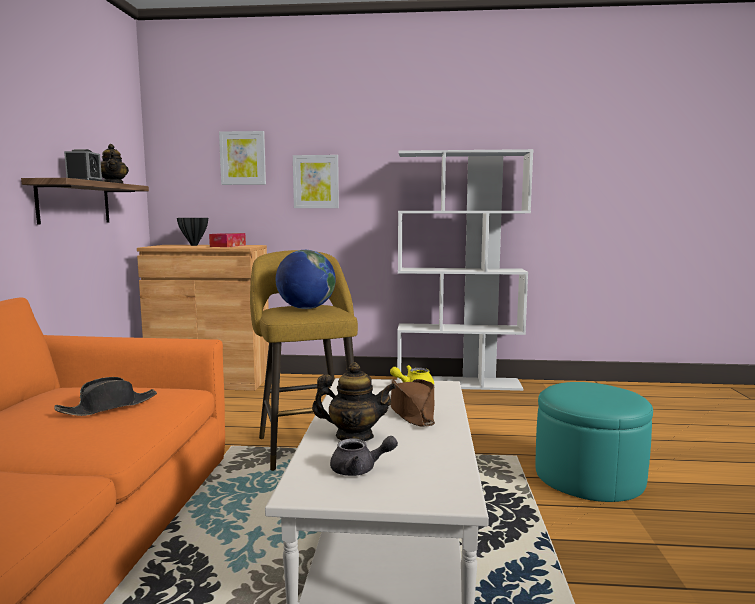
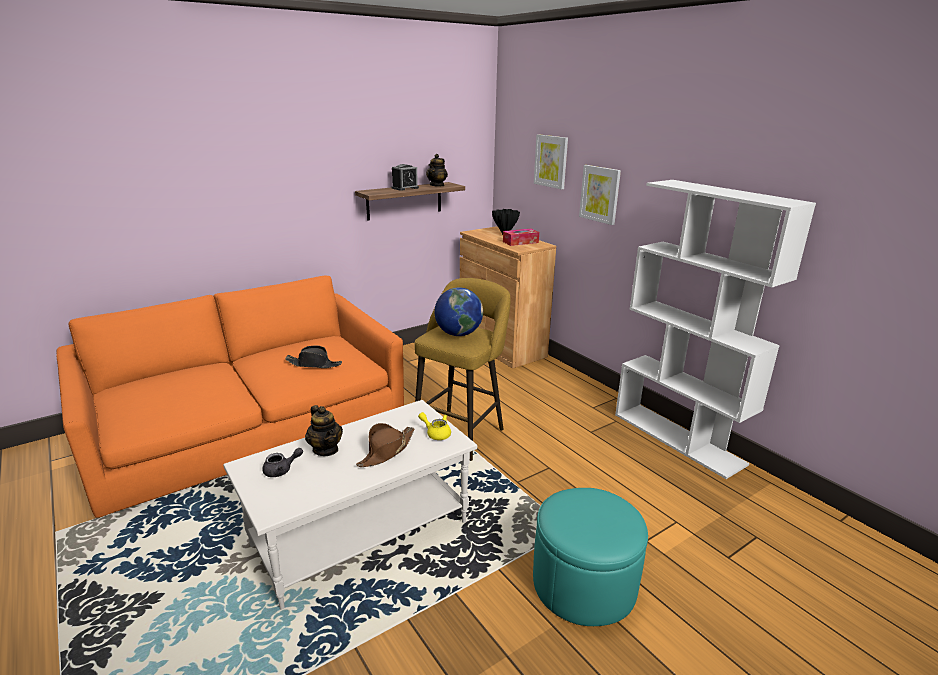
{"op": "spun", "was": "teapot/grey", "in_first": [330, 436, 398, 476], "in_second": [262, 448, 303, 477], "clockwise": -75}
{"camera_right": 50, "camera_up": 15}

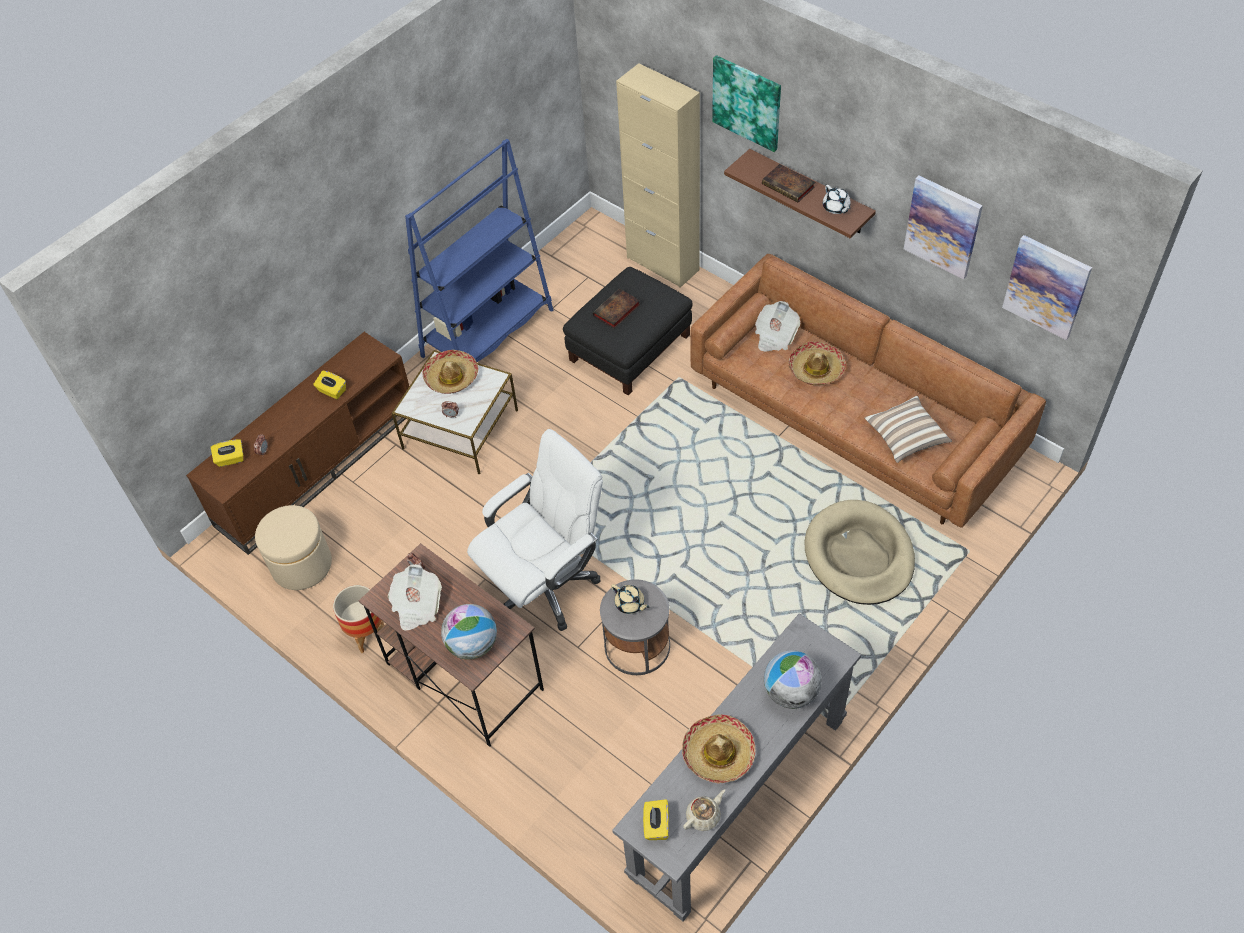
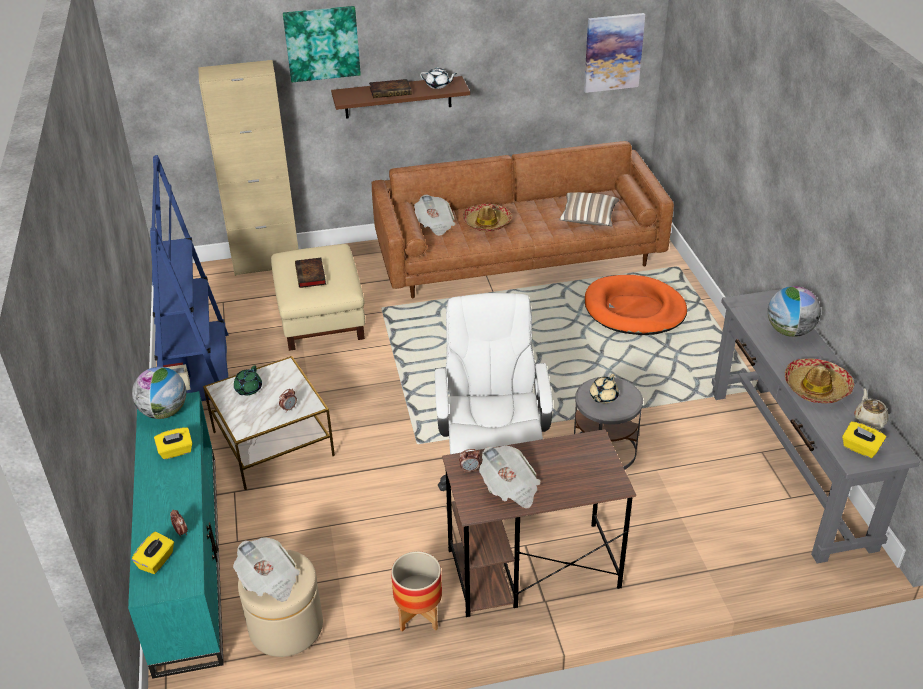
{"op": "missing", "was": "picture", "in_first": [904, 176, 983, 279]}
{"op": "appeared", "now": "newspaper", "in_second": [233, 538, 300, 602]}
{"op": "relocated", "was": "globe", "in_first": [441, 604, 497, 660], "in_second": [132, 367, 186, 419]}
{"op": "exchanged", "was": "hat", "now": "teapot/green", "in_first": [423, 350, 478, 394], "in_second": [234, 366, 262, 395]}
{"op": "colour", "was": "tv stand/brown", "now": "tv stand/turquoise", "in_first": [186, 332, 409, 555], "in_second": [128, 391, 224, 679]}
{"op": "colour", "was": "ottoman/black", "now": "ottoman/beige", "in_first": [563, 267, 692, 395], "in_second": [271, 244, 365, 351]}
{"op": "colour", "was": "dog bed/beige", "now": "dog bed/orange", "in_first": [804, 500, 915, 605], "in_second": [585, 275, 687, 335]}
{"op": "spun", "was": "teapot/beige", "in_first": [611, 584, 650, 614], "in_second": [590, 374, 619, 404], "clockwise": 135}
{"camera_right": -55, "camera_up": -15}

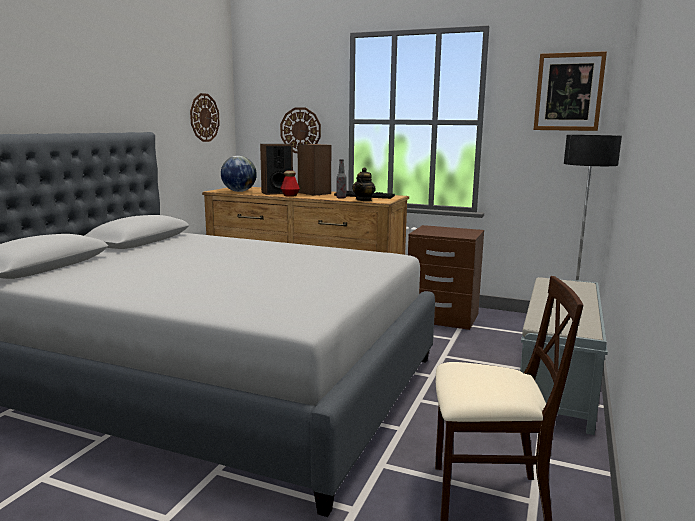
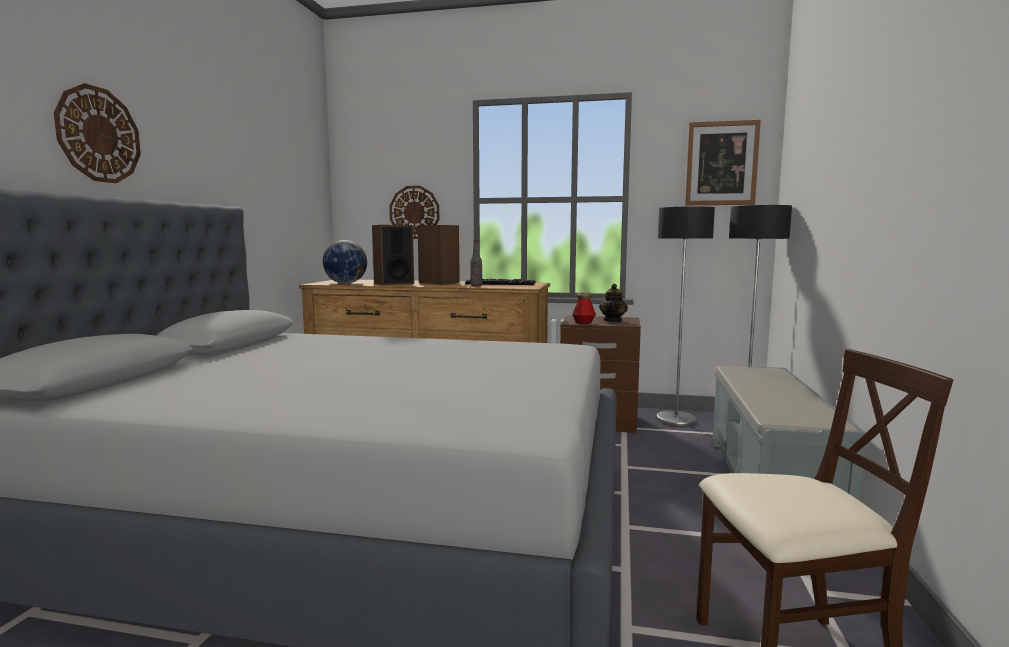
{"op": "appeared", "now": "floor lamp", "in_second": [656, 206, 715, 426]}
{"op": "relocated", "was": "wall clock", "in_first": [190, 93, 220, 142], "in_second": [54, 83, 141, 183]}
{"op": "relocated", "was": "bottle", "in_first": [280, 171, 300, 197], "in_second": [572, 292, 596, 324]}
{"op": "relocated", "was": "teapot", "in_first": [352, 167, 376, 201], "in_second": [599, 284, 628, 322]}
{"camera_right": -10, "camera_up": -5}

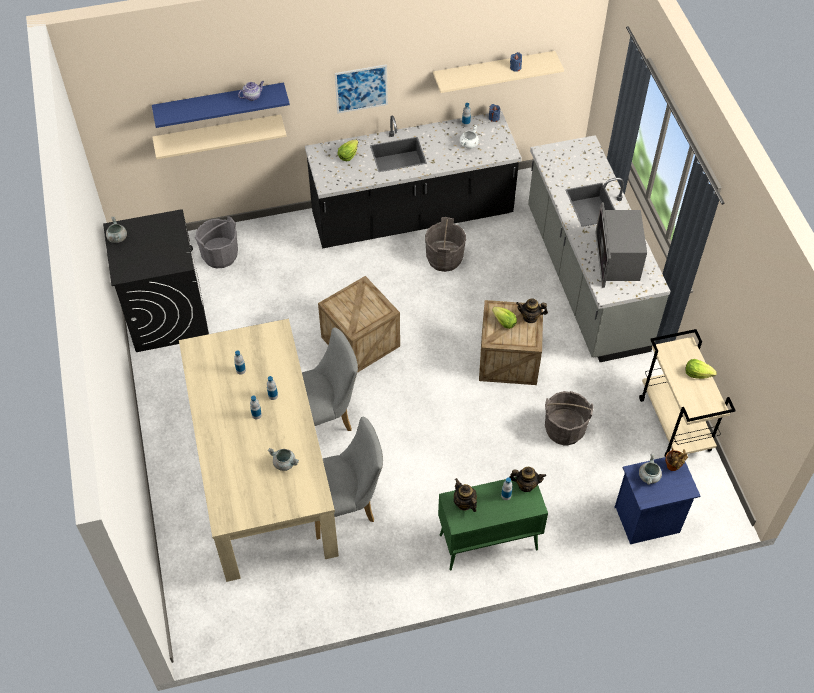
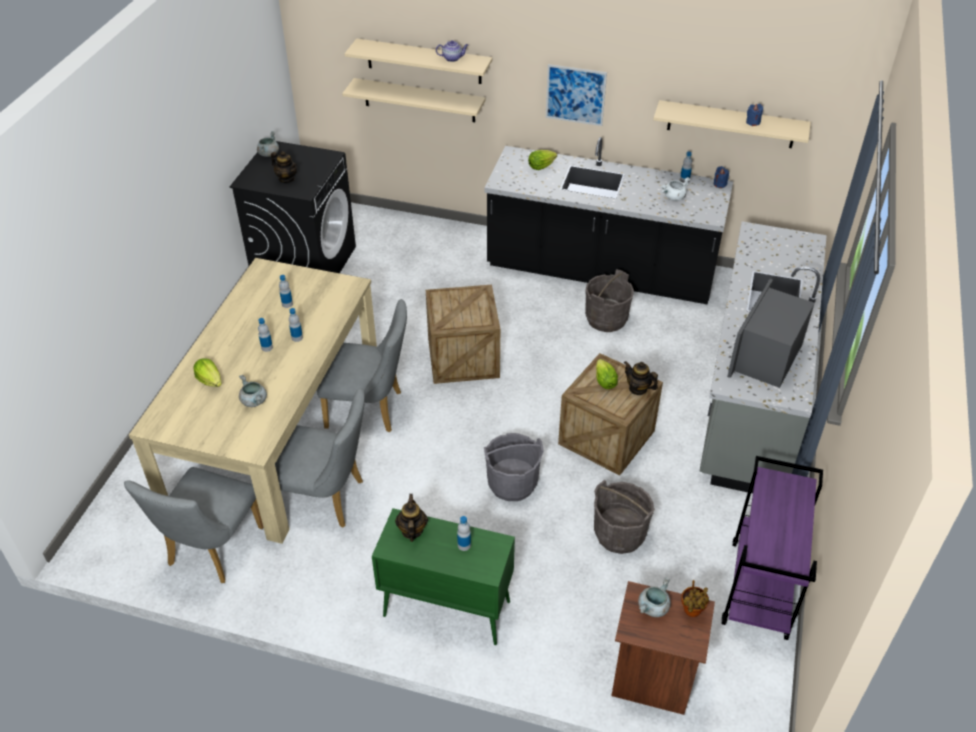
{"op": "appeared", "now": "chair/grey", "in_second": [124, 467, 263, 583]}
{"op": "relocated", "was": "bucket/grey", "in_first": [195, 216, 238, 268], "in_second": [484, 433, 544, 501]}
{"op": "relocated", "was": "teapot", "in_first": [509, 467, 546, 492], "in_second": [271, 151, 297, 183]}
{"op": "relocated", "was": "lettuce", "in_first": [685, 359, 717, 379], "in_second": [193, 358, 222, 387]}
{"op": "colour", "was": "shelf/blue", "now": "shelf/beige", "in_first": [152, 83, 290, 128], "in_second": [344, 38, 492, 84]}
{"op": "colour", "was": "nightstand/blue", "now": "nightstand/brown", "in_first": [614, 457, 700, 544], "in_second": [611, 581, 715, 715]}
{"op": "colour", "was": "cart/beige", "now": "cart/purple", "in_first": [639, 329, 736, 457], "in_second": [722, 456, 823, 640]}
{"camera_right": 30, "camera_up": -10}

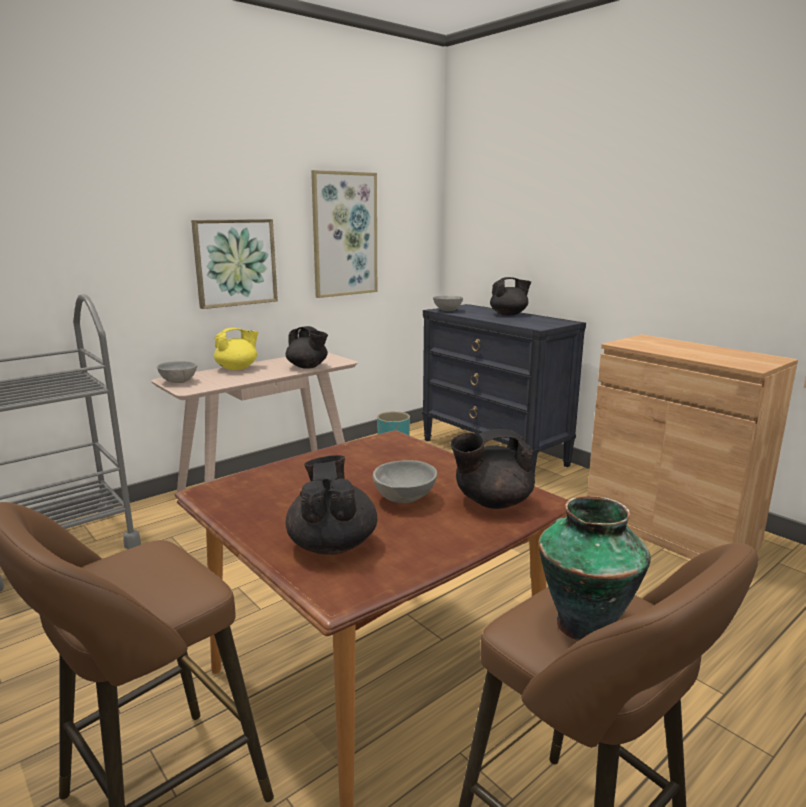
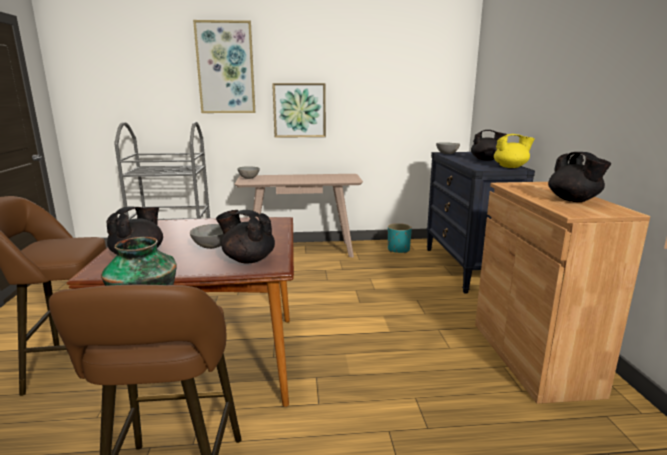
{"op": "relocated", "was": "teapot/yellow", "in_first": [214, 328, 258, 370], "in_second": [494, 134, 535, 168]}
{"op": "relocated", "was": "teapot/black", "in_first": [286, 326, 328, 369], "in_second": [548, 152, 612, 202]}
{"op": "relocated", "was": "picture", "in_first": [311, 170, 377, 298], "in_second": [193, 20, 255, 113]}
{"camera_right": 35, "camera_up": 0}

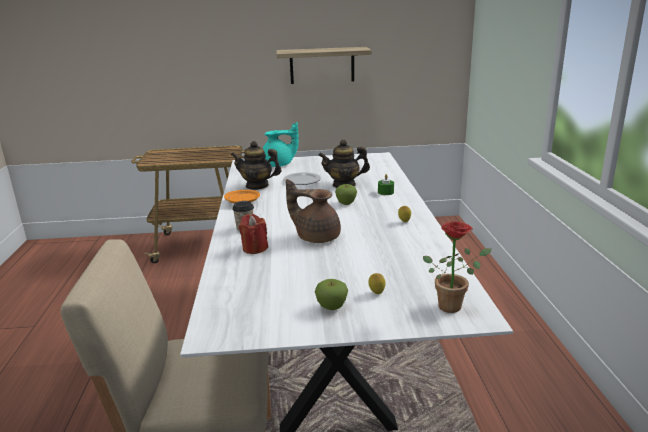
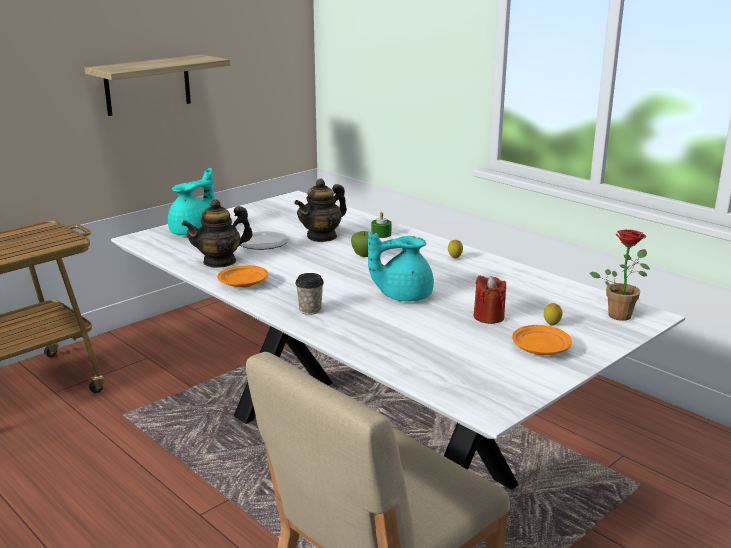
{"op": "relocated", "was": "candle/red", "in_first": [239, 214, 268, 254], "in_second": [473, 275, 506, 324]}
{"op": "exchanged", "was": "apple", "now": "plate/orange", "in_first": [315, 279, 348, 310], "in_second": [512, 325, 572, 355]}
{"op": "colour", "was": "teapot/brown", "now": "teapot/turquoise", "in_first": [286, 179, 341, 243], "in_second": [368, 232, 434, 301]}
{"camera_right": -40, "camera_up": 0}

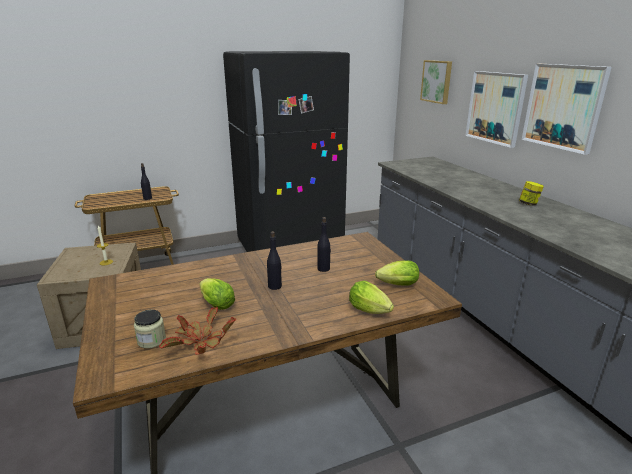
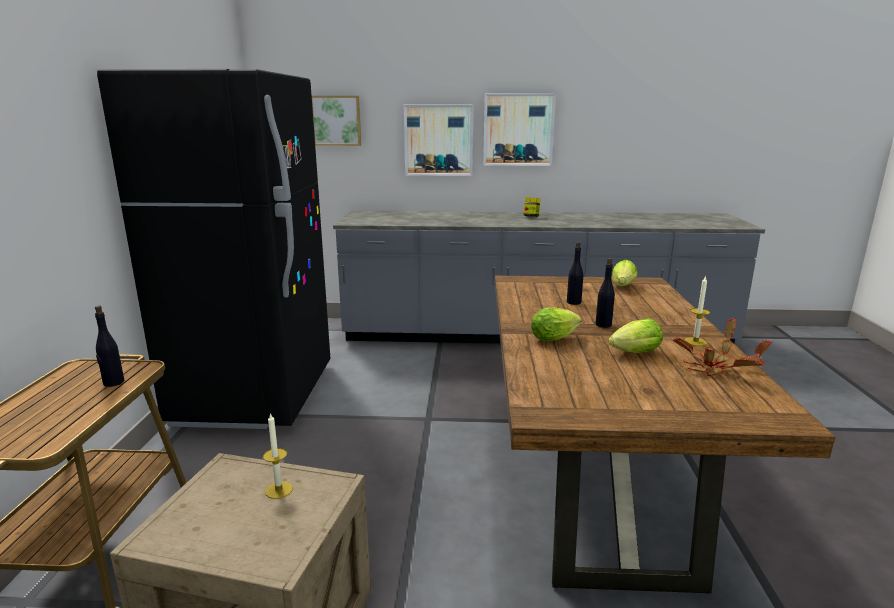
{"op": "missing", "was": "jar", "in_first": [134, 310, 166, 349]}
{"op": "appeared", "now": "candle", "in_second": [684, 276, 710, 346]}
{"op": "relocated", "was": "lettuce", "in_first": [349, 281, 394, 314], "in_second": [531, 308, 581, 341]}
{"camera_right": -65, "camera_up": -5}

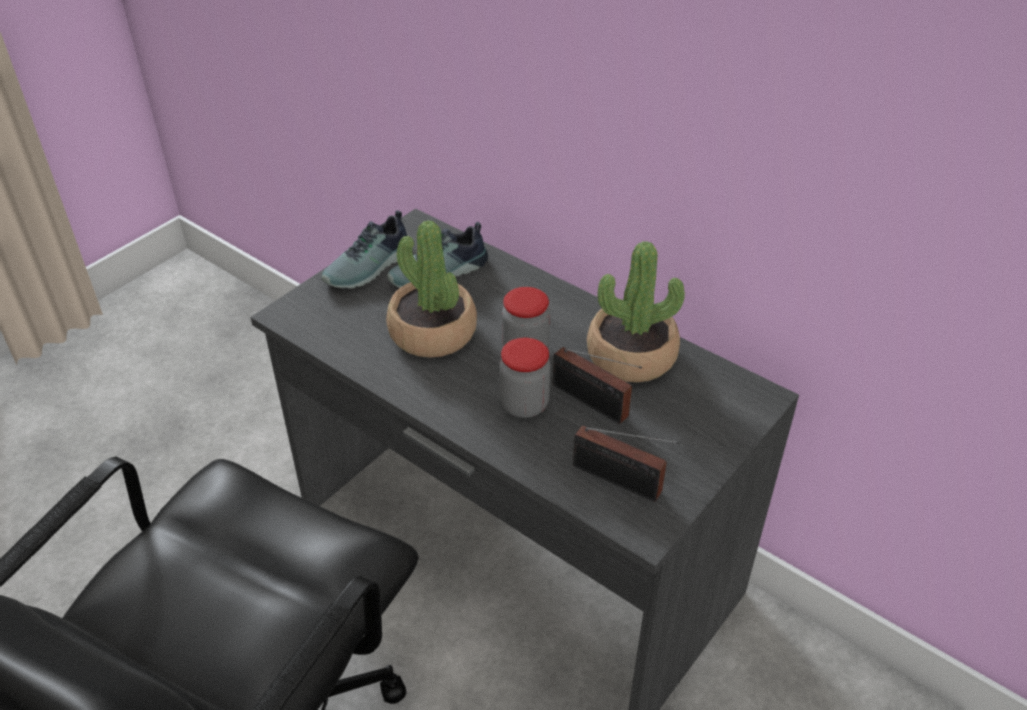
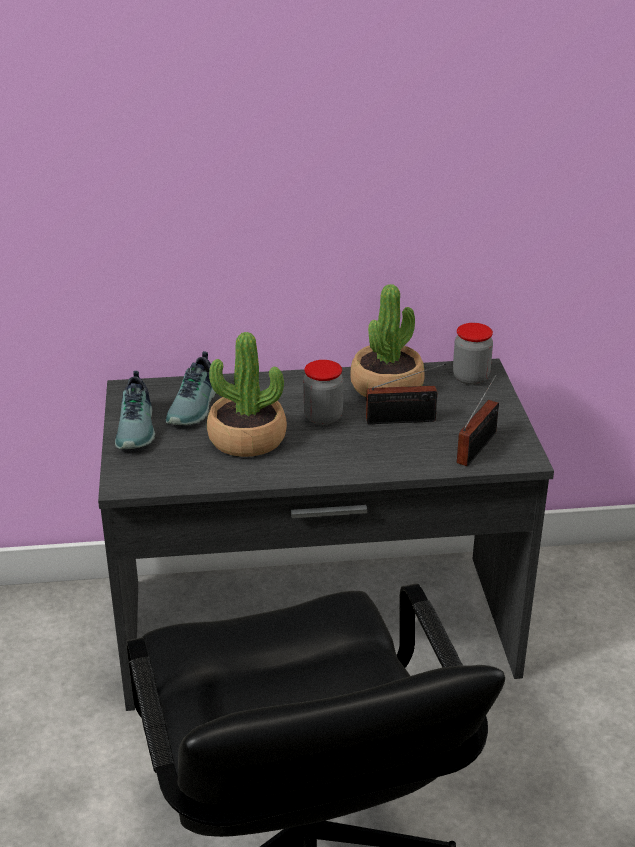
{"op": "relocated", "was": "jar", "in_first": [499, 337, 551, 418], "in_second": [453, 323, 493, 385]}
{"op": "spun", "was": "radio", "in_first": [573, 426, 680, 502], "in_second": [457, 373, 499, 466], "clockwise": -45}
{"camera_right": -45, "camera_up": -10}

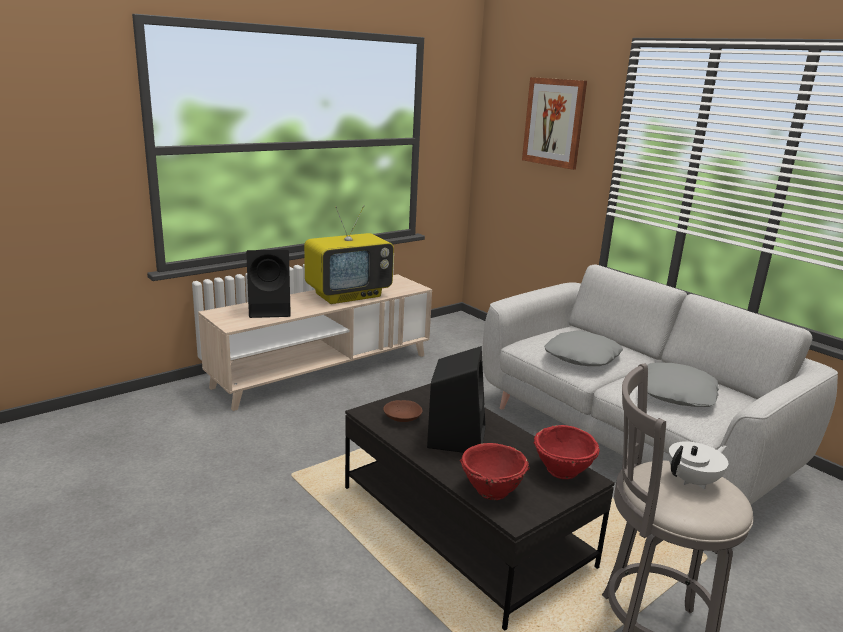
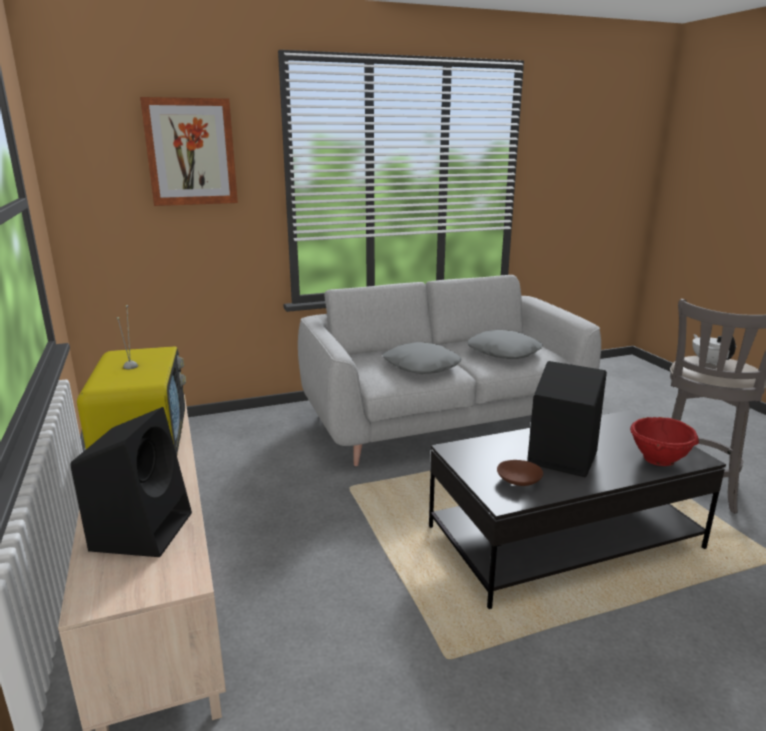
{"op": "missing", "was": "bowl/red", "in_first": [534, 425, 600, 479]}
{"camera_right": -70, "camera_up": 0}

